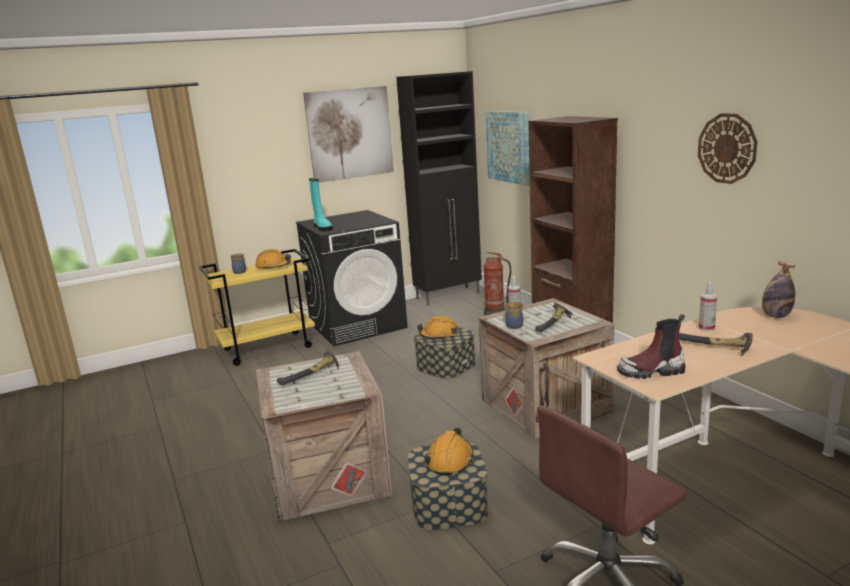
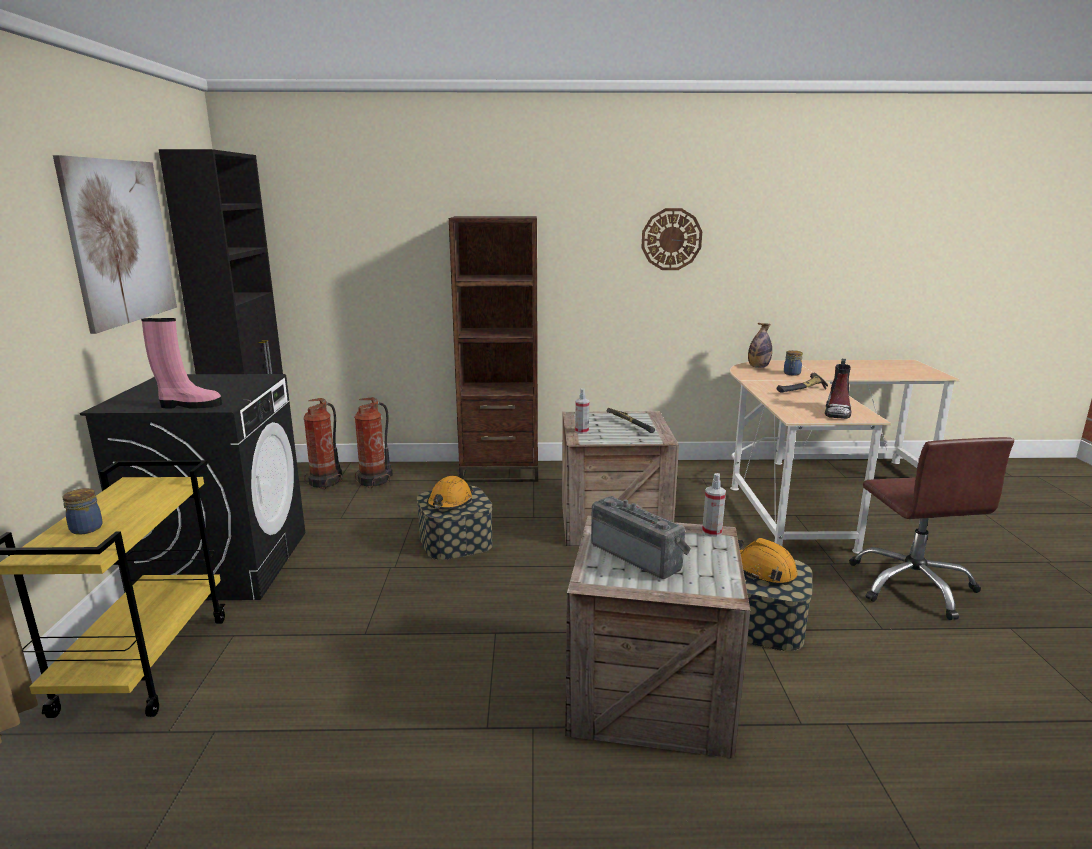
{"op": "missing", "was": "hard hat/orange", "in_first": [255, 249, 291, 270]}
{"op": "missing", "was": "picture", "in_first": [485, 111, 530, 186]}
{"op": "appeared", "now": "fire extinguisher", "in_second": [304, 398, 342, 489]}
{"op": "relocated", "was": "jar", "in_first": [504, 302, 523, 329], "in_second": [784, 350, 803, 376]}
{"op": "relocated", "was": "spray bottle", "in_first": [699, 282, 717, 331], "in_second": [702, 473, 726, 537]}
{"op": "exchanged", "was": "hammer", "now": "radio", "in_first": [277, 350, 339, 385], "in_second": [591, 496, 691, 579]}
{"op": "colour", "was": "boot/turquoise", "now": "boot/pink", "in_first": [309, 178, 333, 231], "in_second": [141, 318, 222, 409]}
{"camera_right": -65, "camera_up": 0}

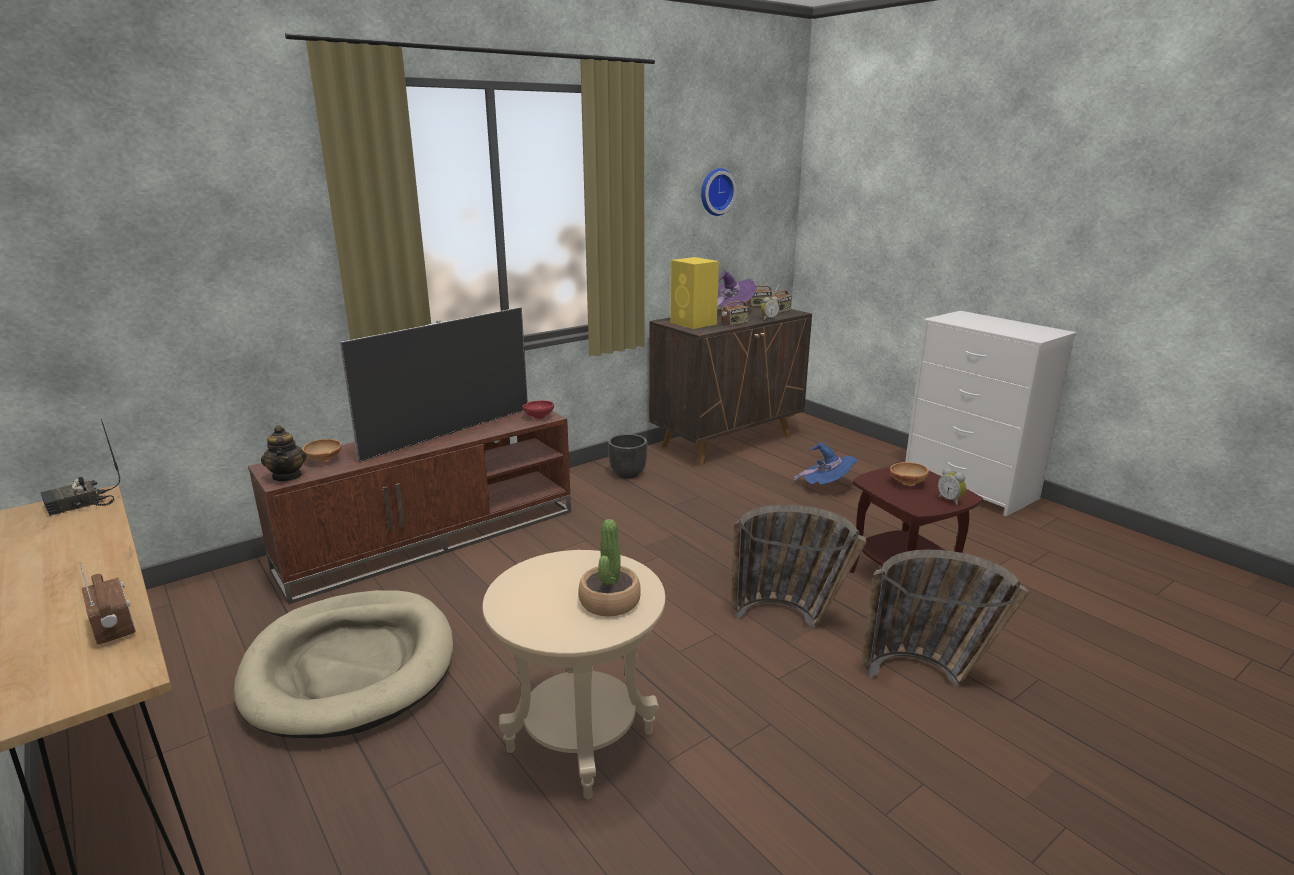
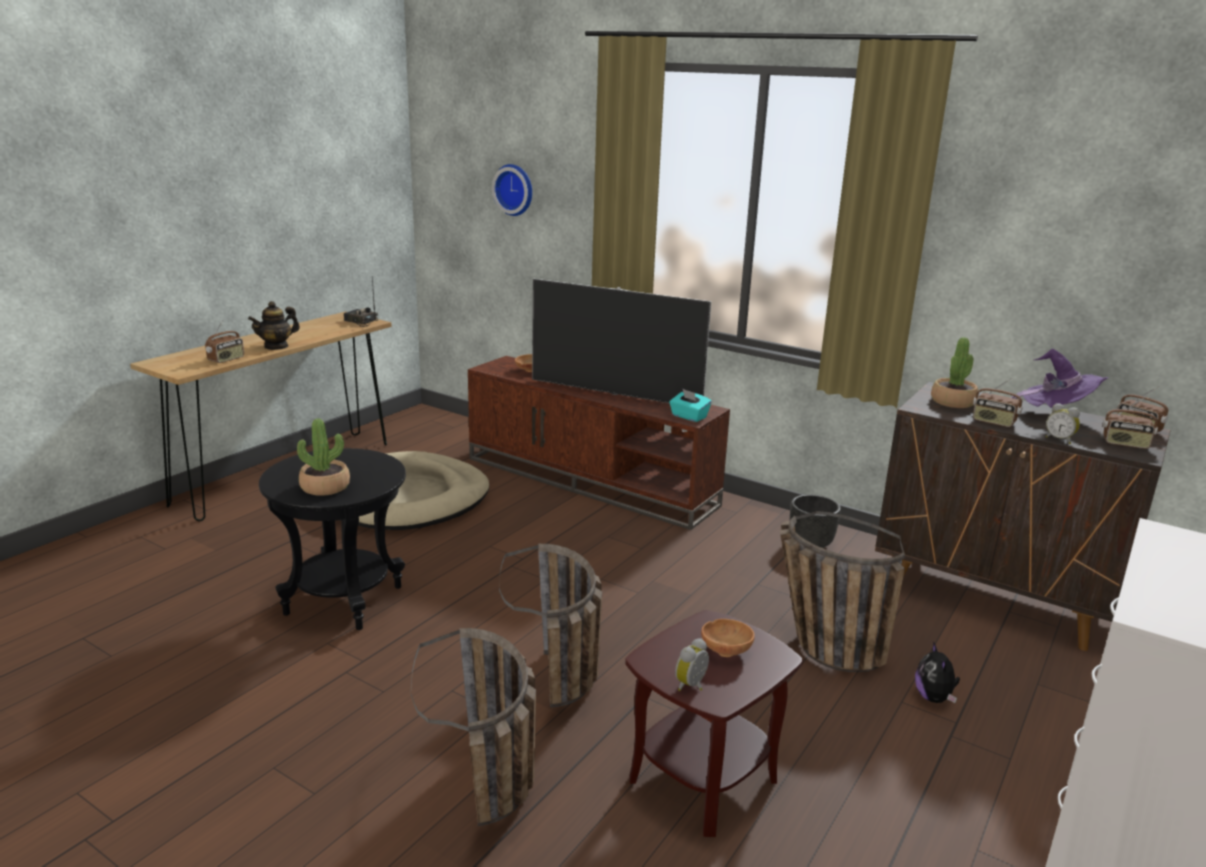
{"op": "appeared", "now": "basket", "in_second": [780, 511, 905, 672]}
{"op": "relocated", "was": "teapot", "in_first": [261, 425, 306, 482], "in_second": [248, 301, 300, 350]}
{"op": "relocated", "was": "wall clock", "in_first": [701, 168, 737, 216], "in_second": [492, 164, 532, 216]}
{"op": "exchanged", "was": "bowl/red", "now": "tissue box/turquoise", "in_first": [523, 400, 554, 419], "in_second": [669, 389, 712, 422]}
{"op": "exchanged", "was": "speaker/yellow", "now": "potted plant", "in_first": [670, 257, 719, 329], "in_second": [931, 337, 978, 408]}
{"op": "exchanged", "was": "hat/blue", "now": "plush toy", "in_first": [792, 442, 858, 485], "in_second": [915, 642, 960, 703]}
{"op": "colour", "was": "side table/beige", "now": "side table/black", "in_first": [483, 550, 666, 799], "in_second": [259, 448, 406, 630]}
{"camera_right": 70, "camera_up": 0}

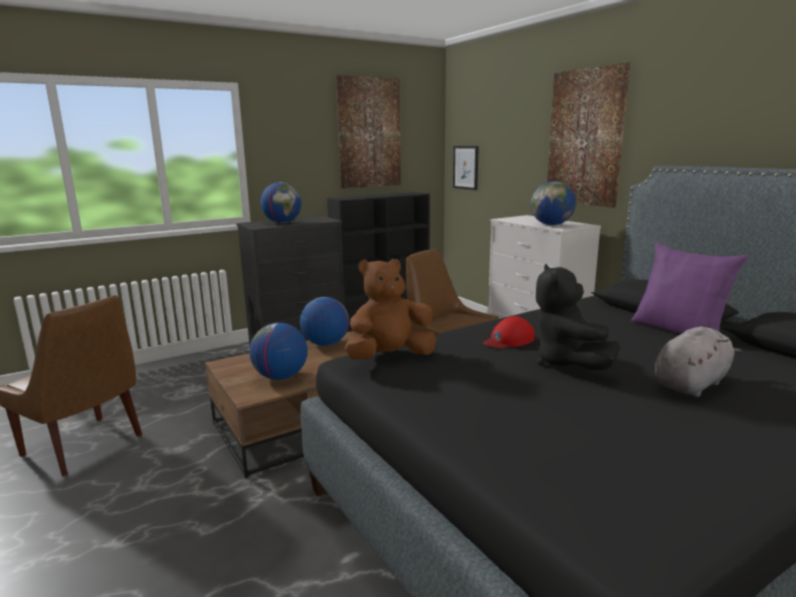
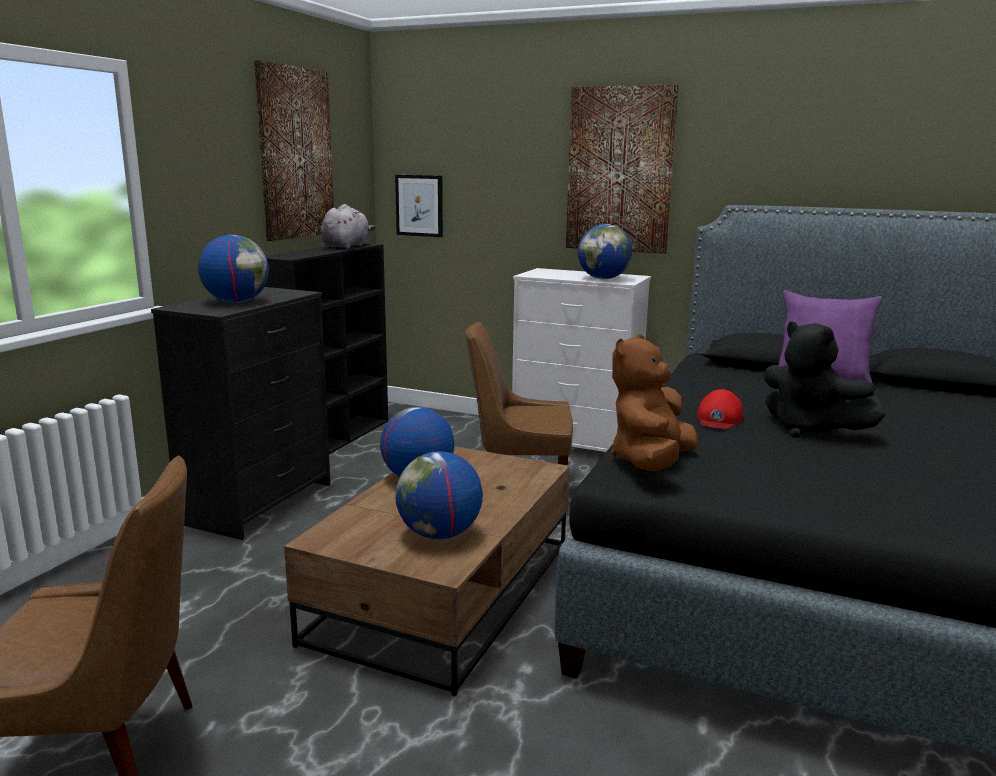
{"op": "relocated", "was": "plush toy/grey", "in_first": [655, 326, 741, 397], "in_second": [321, 204, 375, 249]}
{"camera_right": -35, "camera_up": 0}

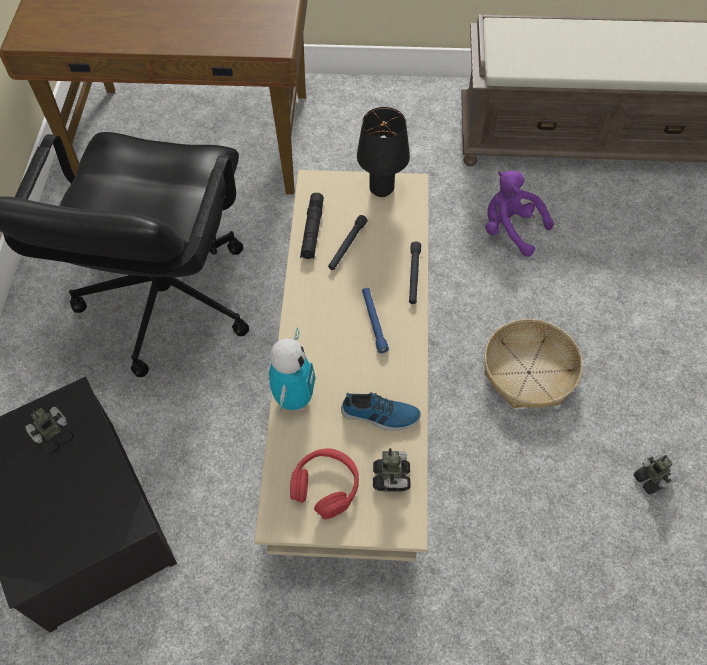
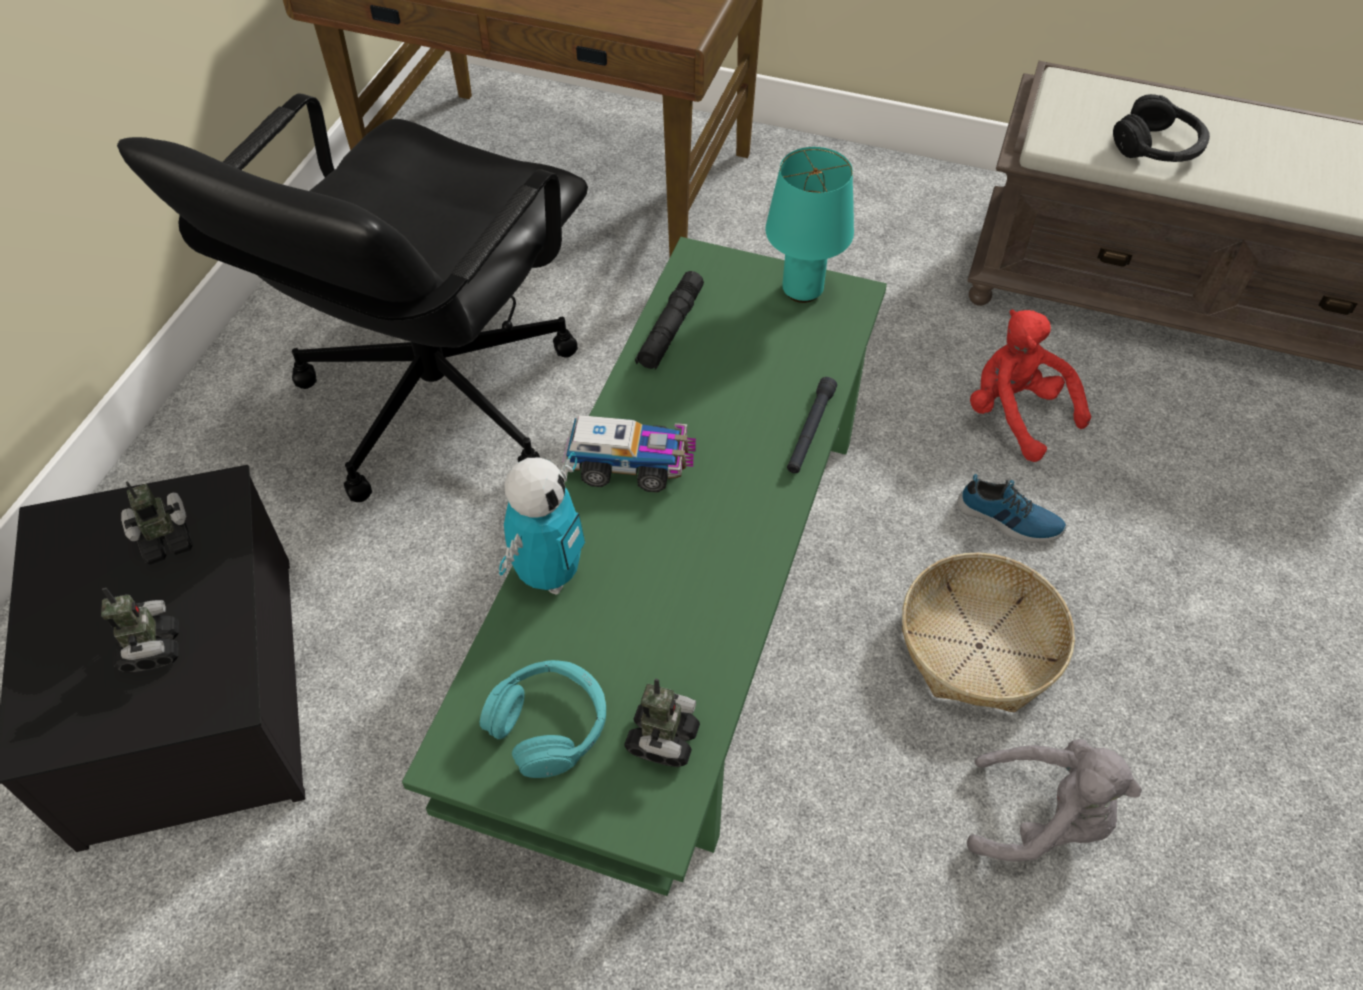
{"op": "missing", "was": "flashlight/black", "in_first": [328, 215, 368, 270]}
{"op": "missing", "was": "flashlight/blue", "in_first": [362, 288, 389, 353]}
{"op": "appeared", "now": "toy truck", "in_second": [563, 415, 696, 493]}
{"op": "appeared", "now": "plush toy/grey", "in_second": [967, 739, 1142, 861]}
{"op": "appeared", "now": "headphones/black", "in_second": [1113, 94, 1210, 162]}
{"op": "relocated", "was": "shoe", "in_first": [341, 392, 421, 431], "in_second": [957, 474, 1066, 542]}
{"op": "relocated", "was": "toy robot", "in_first": [634, 453, 678, 494], "in_second": [101, 588, 179, 672]}
{"op": "colour", "was": "coffee table/beige", "now": "coffee table/green", "in_first": [254, 170, 429, 561], "in_second": [402, 237, 887, 896]}
{"op": "colour", "was": "headphones/red", "now": "headphones/turquoise", "in_first": [290, 448, 359, 519], "in_second": [480, 660, 606, 778]}
{"op": "colour", "was": "table lamp/black", "now": "table lamp/turquoise", "in_first": [357, 107, 410, 197], "in_second": [766, 147, 854, 303]}
{"op": "colour", "was": "plush toy/purple", "now": "plush toy/red", "in_first": [485, 171, 554, 257], "in_second": [970, 309, 1091, 462]}
{"camera_right": 15, "camera_up": -5}

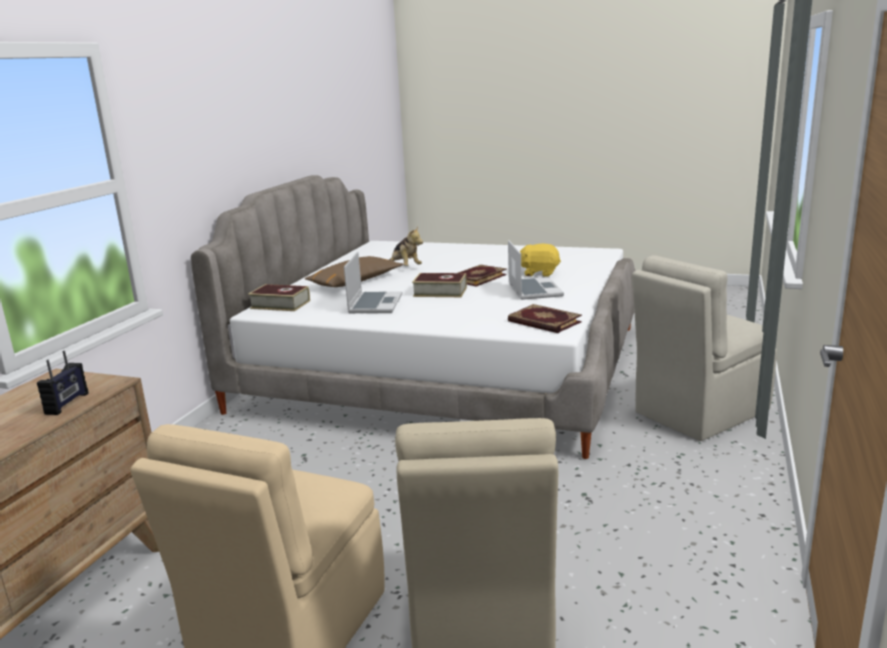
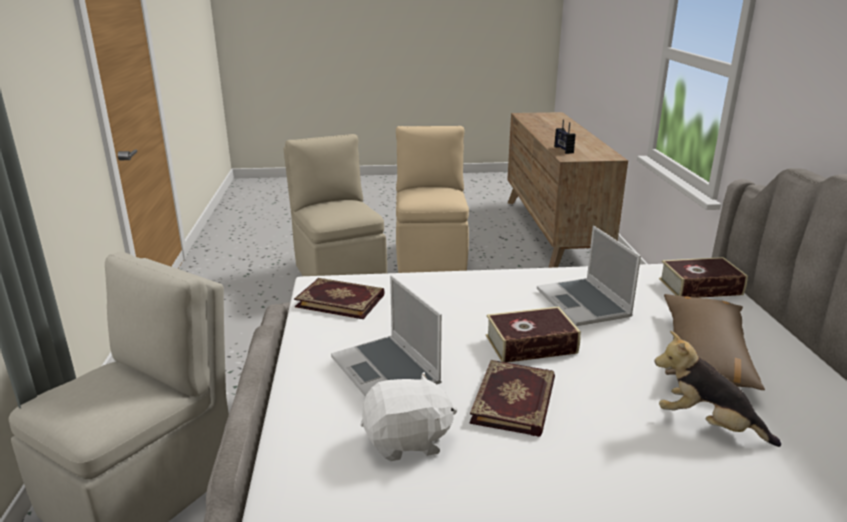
{"op": "colour", "was": "plush toy/yellow", "now": "plush toy/white", "in_first": [520, 244, 561, 277], "in_second": [361, 372, 457, 461]}
{"camera_right": 155, "camera_up": 5}

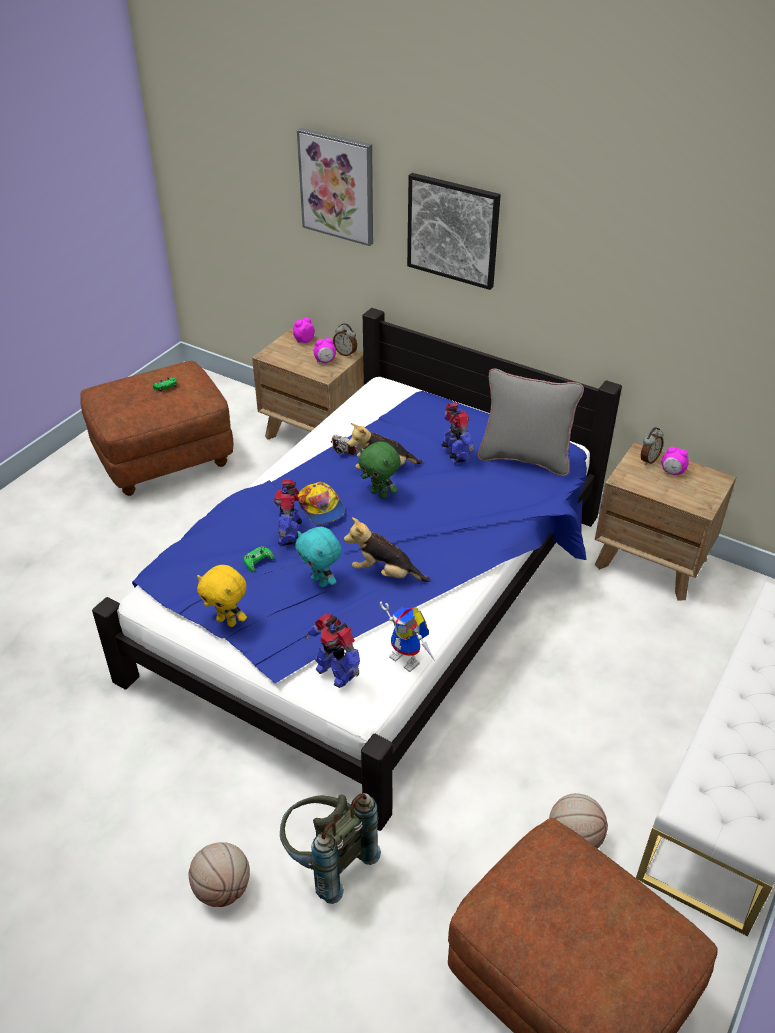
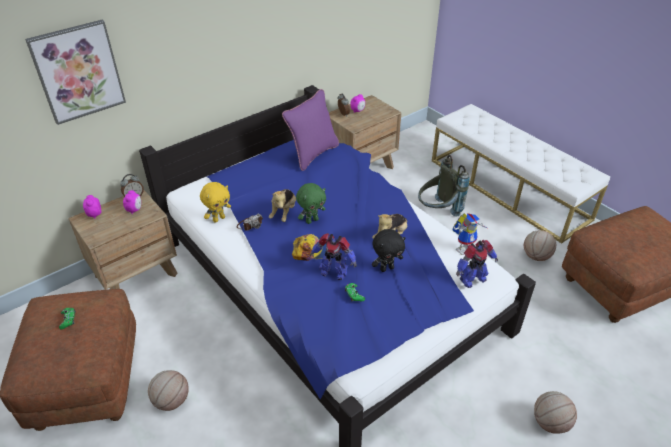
{"op": "missing", "was": "picture", "in_first": [407, 173, 501, 290]}
{"op": "missing", "was": "toy robot", "in_first": [441, 402, 474, 464]}
{"op": "appeared", "now": "basketball", "in_second": [148, 370, 189, 411]}
{"op": "relocated", "was": "plush toy/yellow", "in_first": [197, 565, 247, 627], "in_second": [200, 182, 231, 223]}
{"op": "relocated", "was": "backpack/grey", "in_first": [280, 793, 381, 904], "in_second": [418, 155, 469, 217]}
{"op": "colour", "was": "plush toy/turquoise", "now": "plush toy/black", "in_first": [295, 527, 342, 587], "in_second": [372, 229, 406, 272]}
{"op": "colour", "was": "pillow/grey", "now": "pillow/purple", "in_first": [478, 368, 584, 476], "in_second": [282, 89, 339, 171]}
{"camera_right": -70, "camera_up": 0}

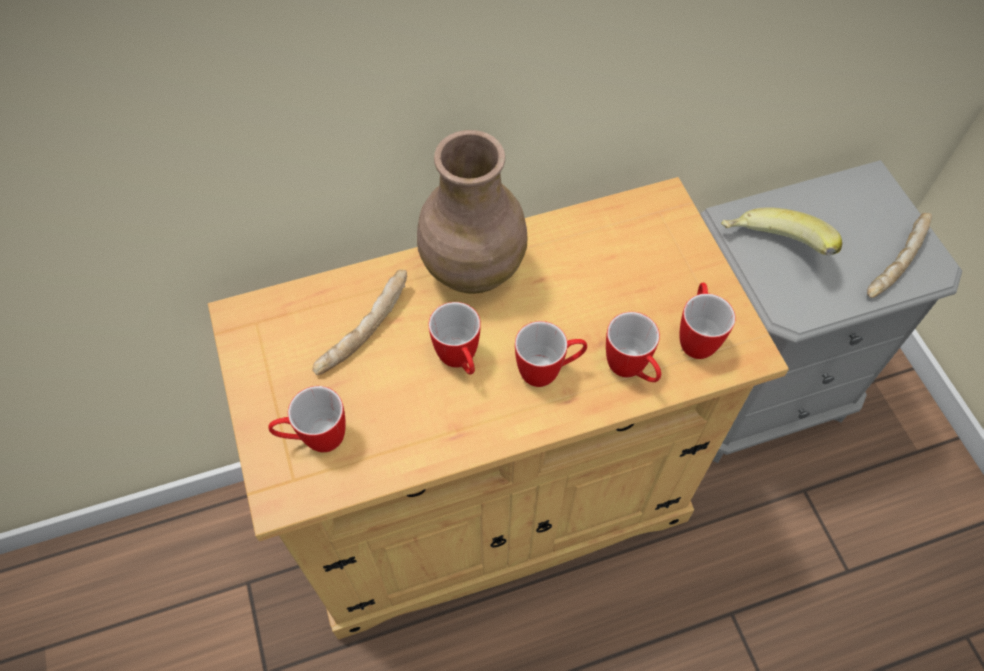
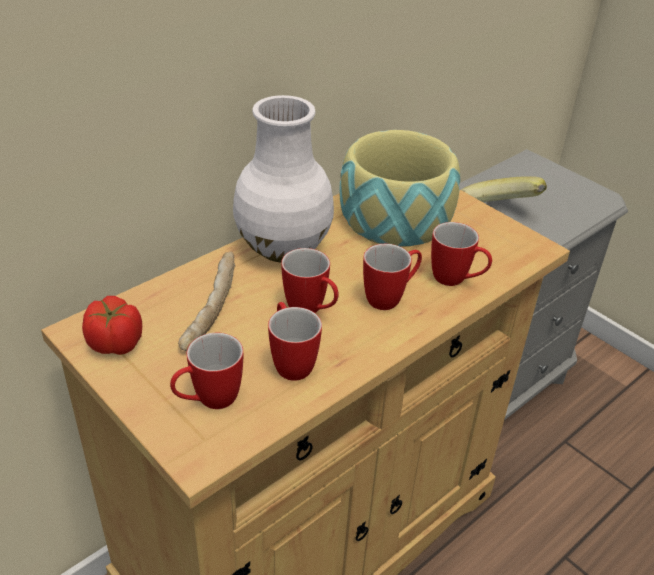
{"op": "missing", "was": "bread", "in_first": [867, 213, 932, 298]}
{"op": "appeared", "now": "tomato", "in_second": [82, 296, 142, 355]}
{"op": "appeared", "now": "bowl", "in_second": [339, 130, 460, 247]}
{"op": "relocated", "was": "mug", "in_first": [680, 283, 736, 359], "in_second": [268, 302, 322, 381]}
{"op": "colour", "was": "vase/brown", "now": "vase/white", "in_first": [417, 130, 527, 294], "in_second": [233, 95, 334, 262]}
{"camera_right": -25, "camera_up": -20}

